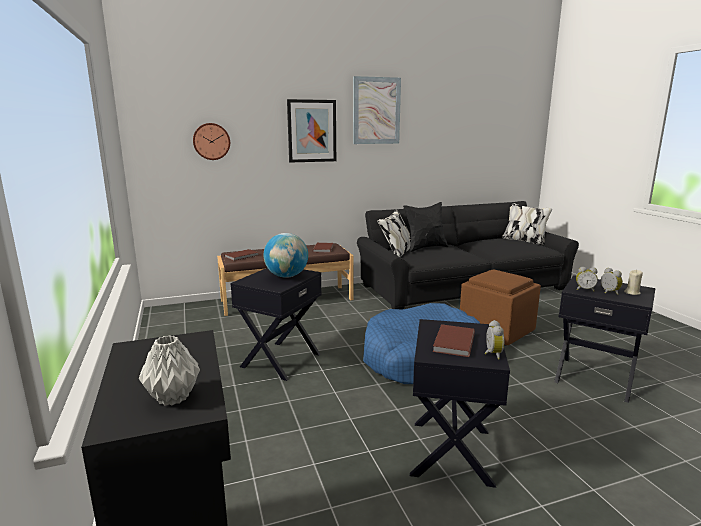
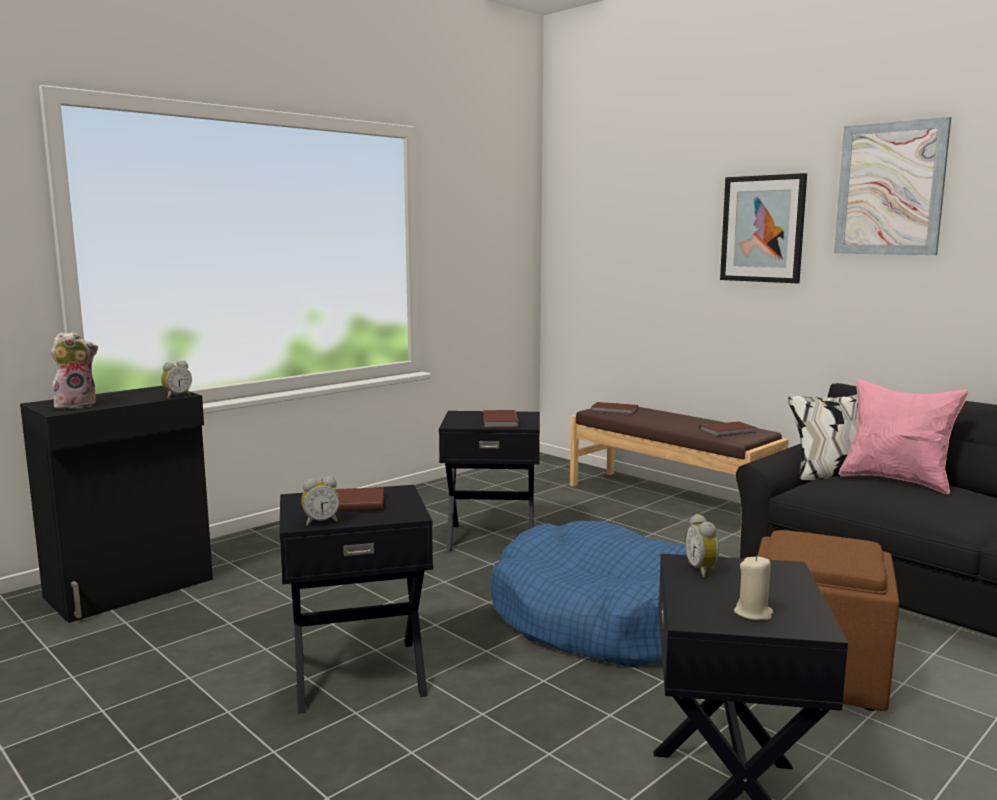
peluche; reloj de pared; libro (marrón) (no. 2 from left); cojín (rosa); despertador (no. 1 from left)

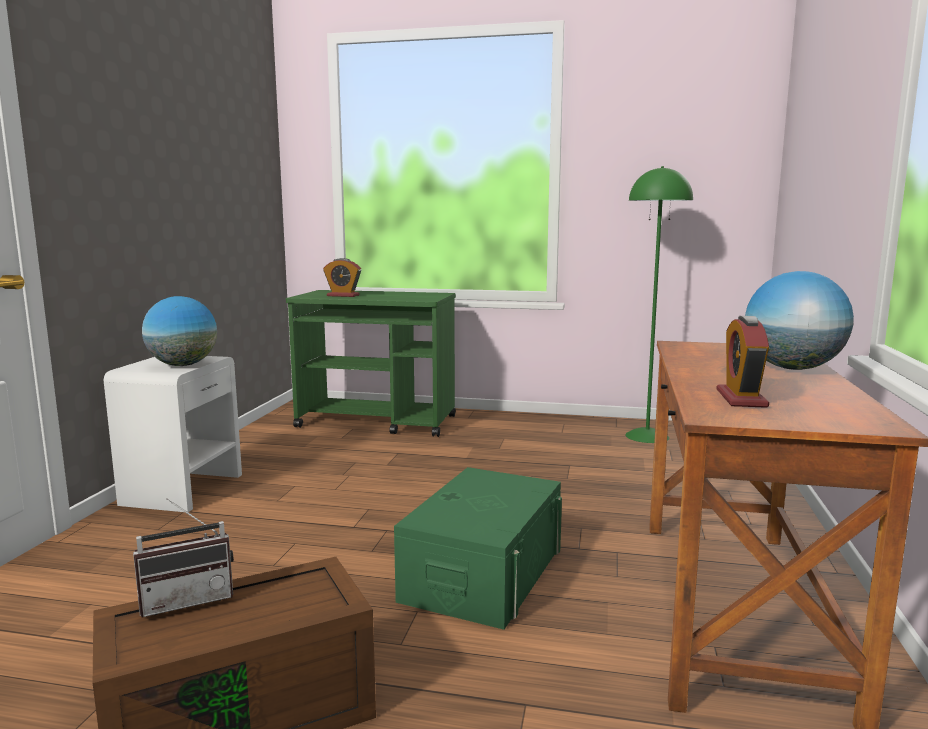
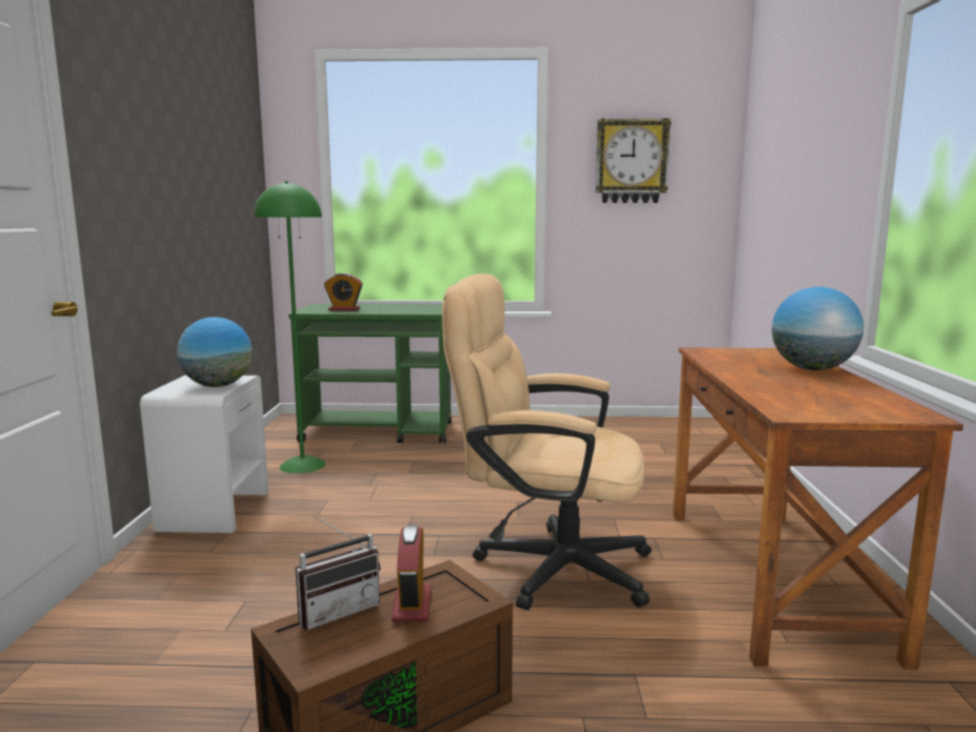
silla de oficina (beis); lámpara de pie (verde); despertador (no. 2 from left); reloj de pared

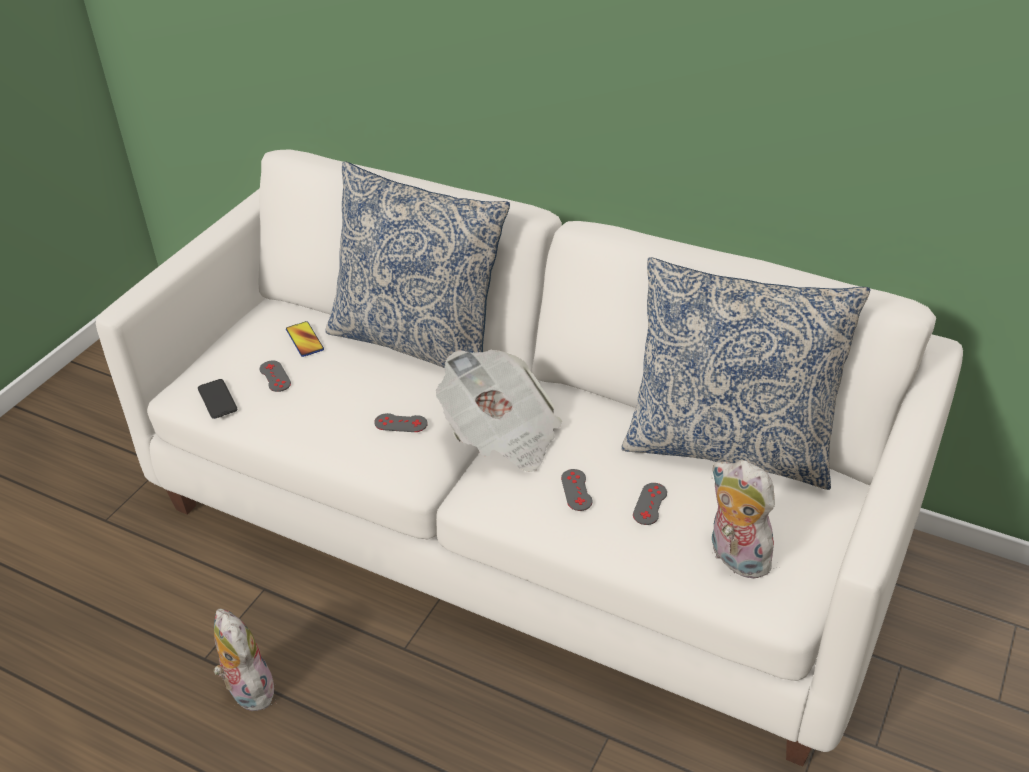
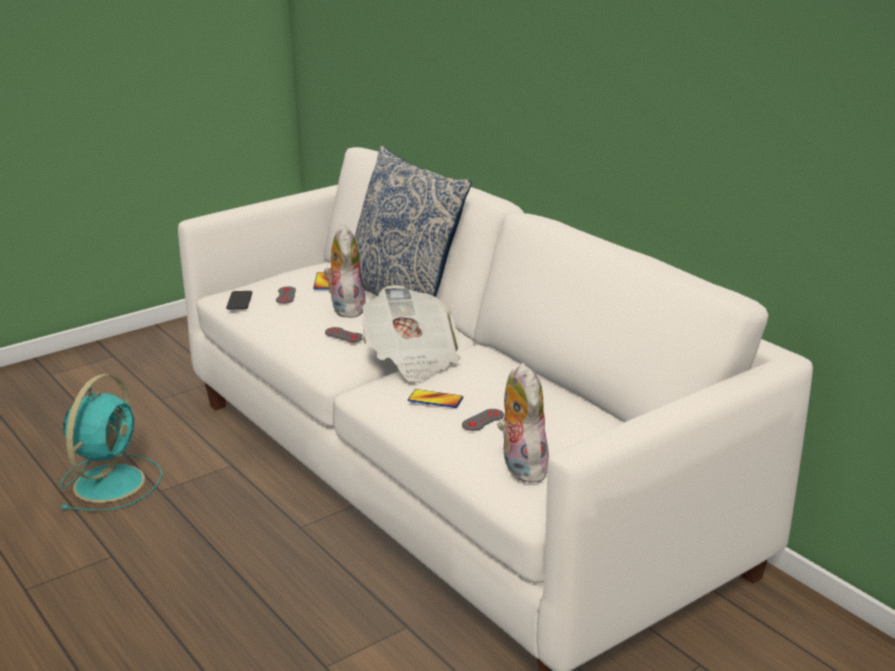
peluche (no. 1 from left); móvil (no. 3 from left); cojín (no. 2 from left in the first image); ventilador (turquesa)

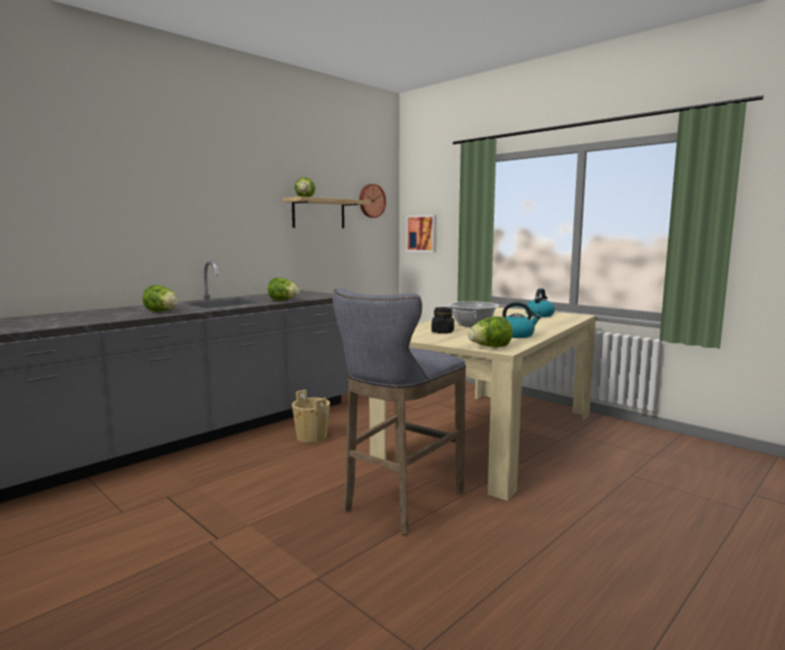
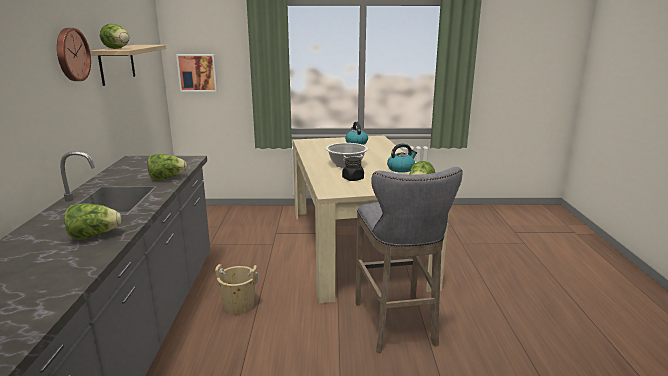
reloj de pared

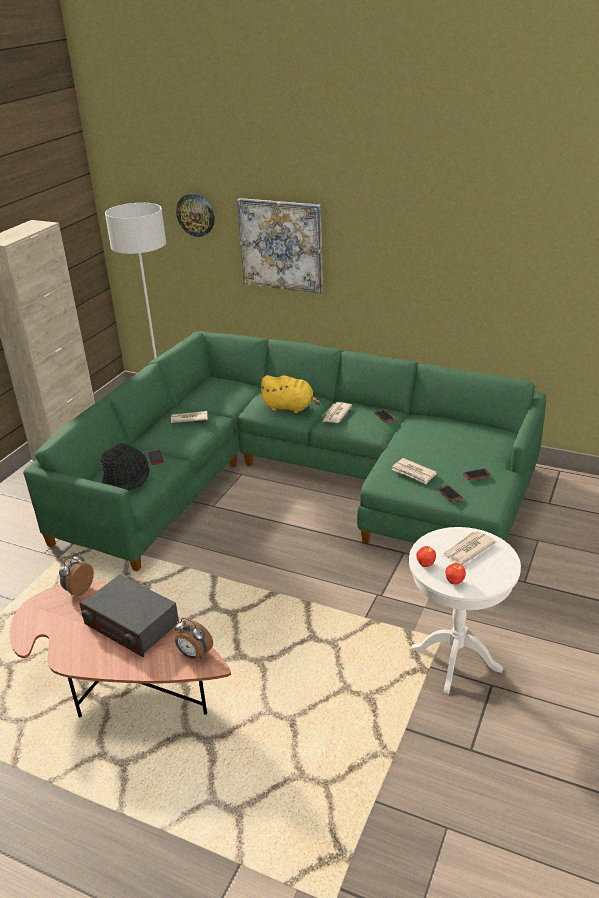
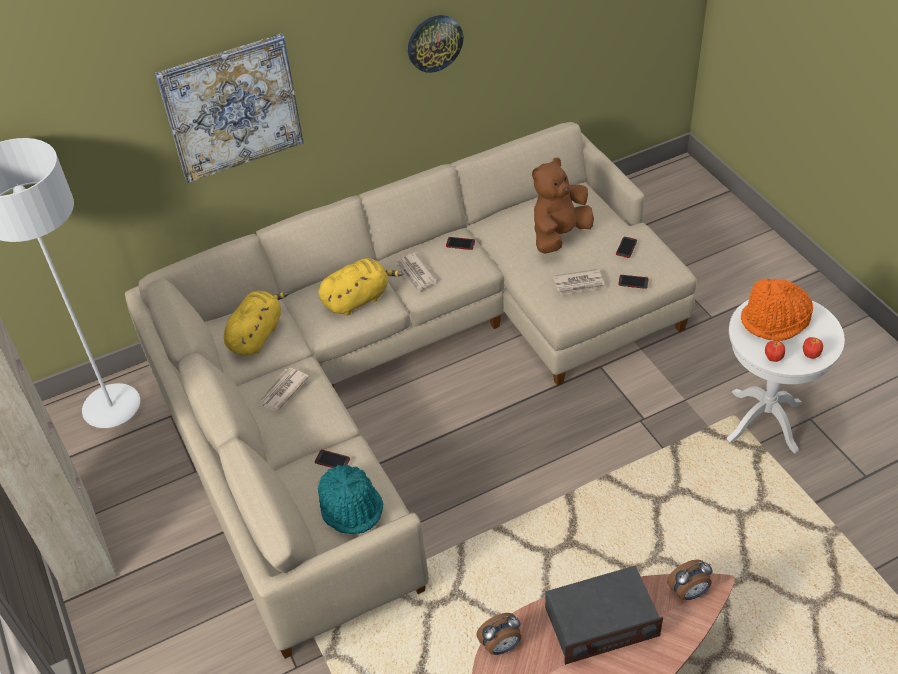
sofá (beis); despertador (no. 1 from left); sombrero (turquesa); reloj de pared; sombrero (naranja); peluche (amarillo) (no. 1 from left); peluche (marrón)

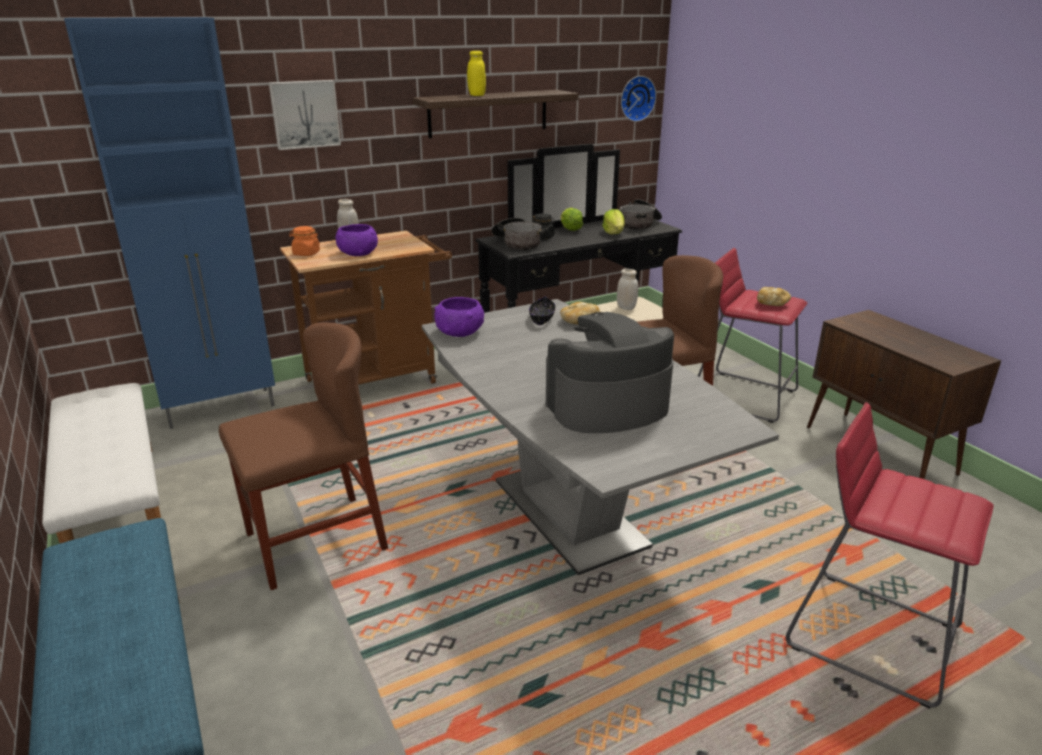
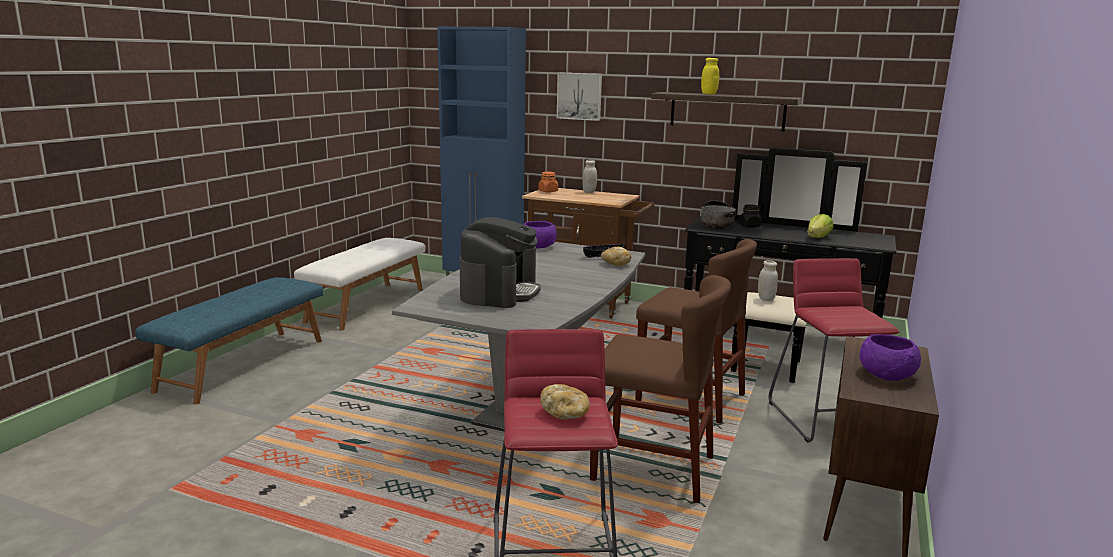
silla (marrón) (no. 1 from left); cuenco (morado) (no. 2 from left); cafetera; lechuga (no. 1 from left in the first image); olla (no. 2 from left in the first image); reloj de pared; pan (no. 1 from left)

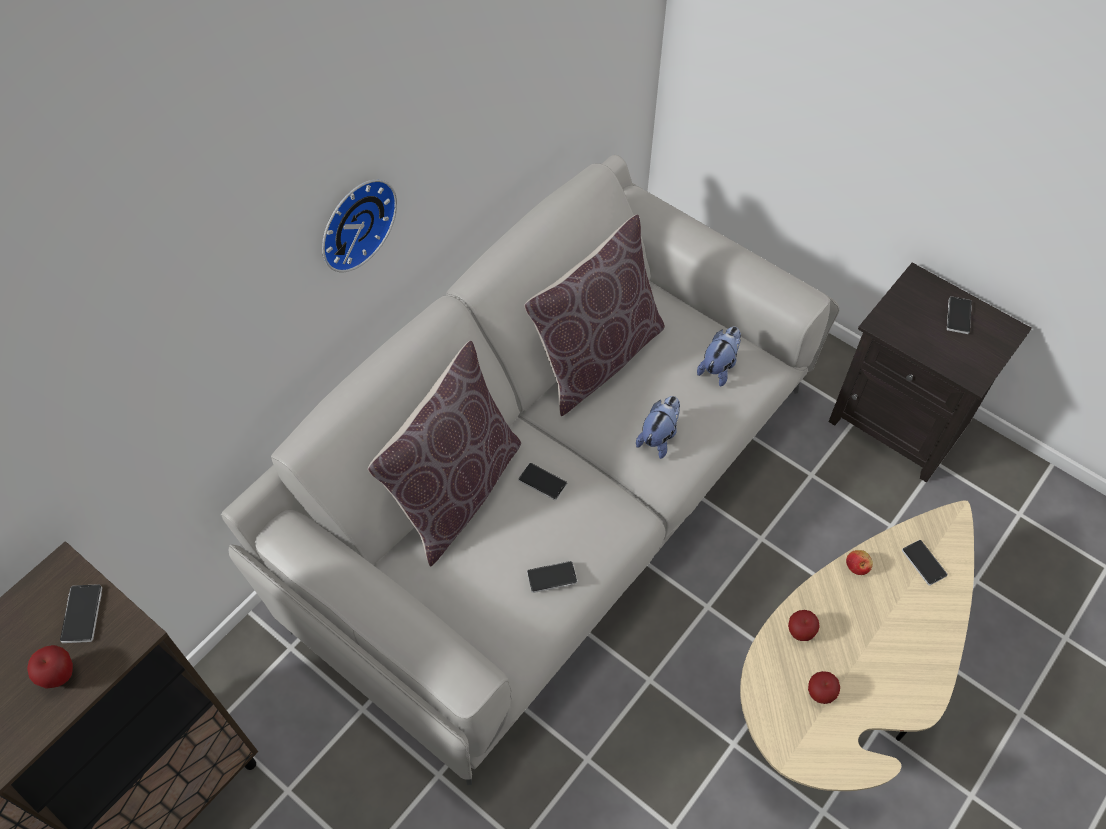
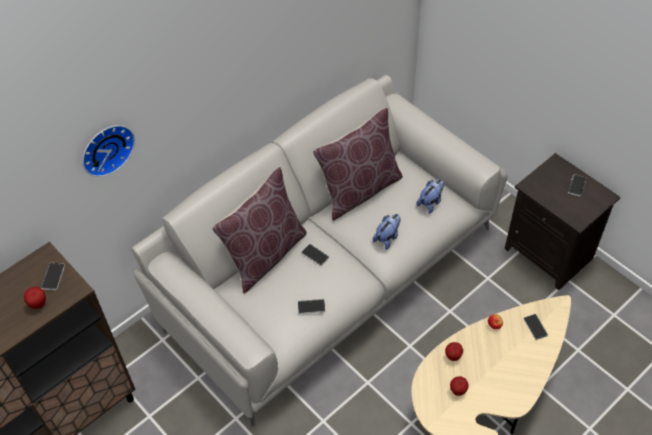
reloj de pared

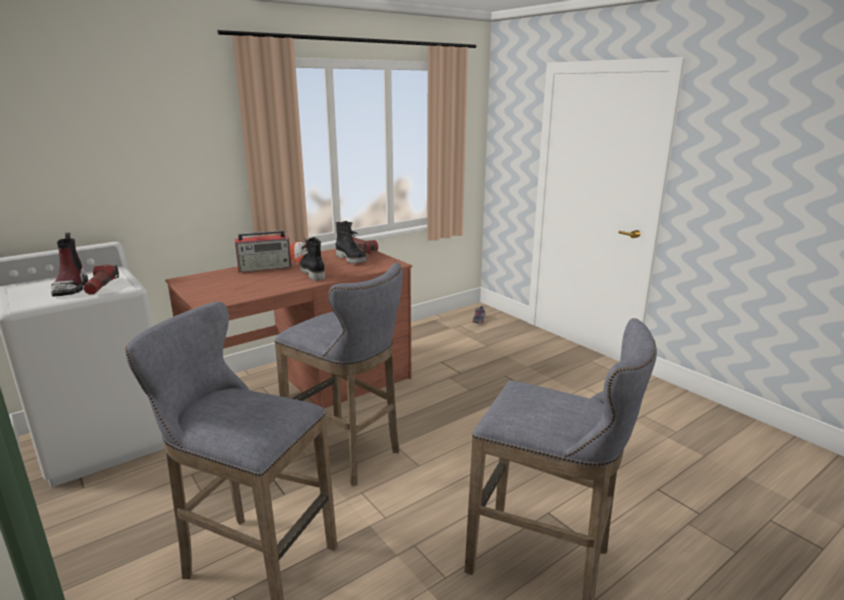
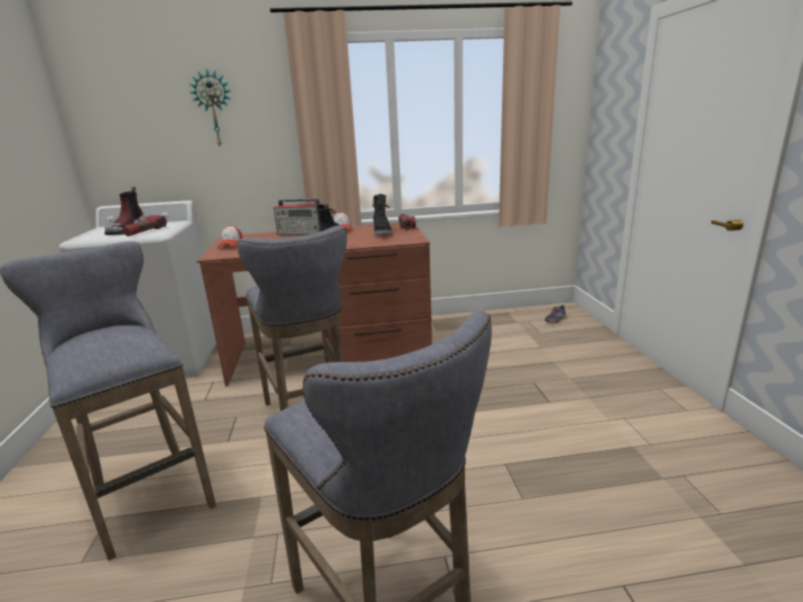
reloj de pared; gorra (no. 1 from left)

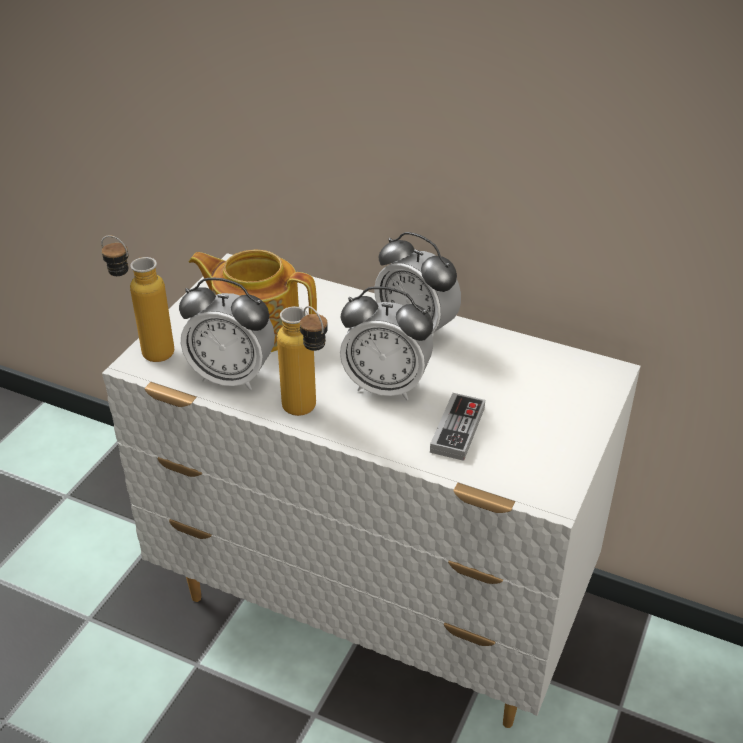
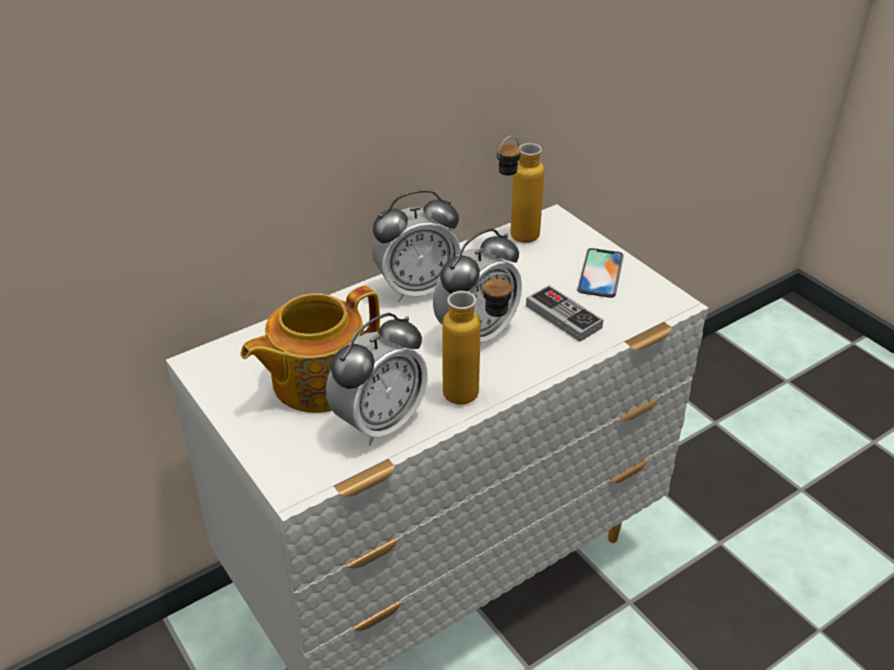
botella (no. 2 from left); móvil

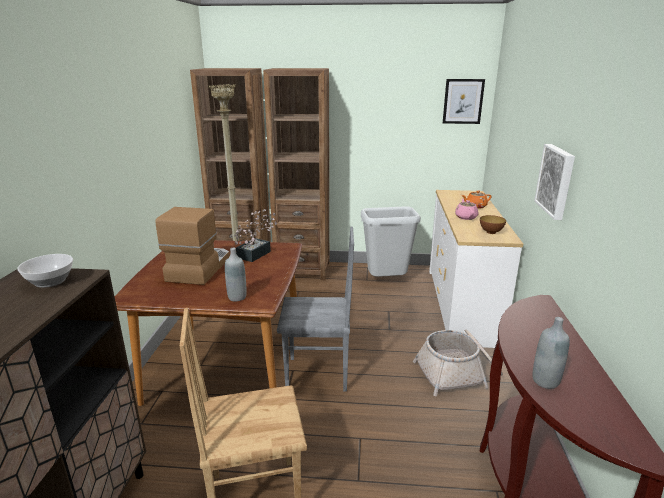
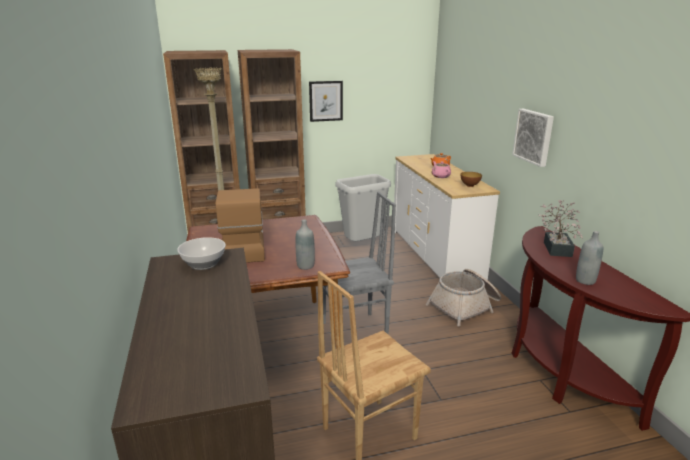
planta en maceta; cuadro (no. 1 from left)

